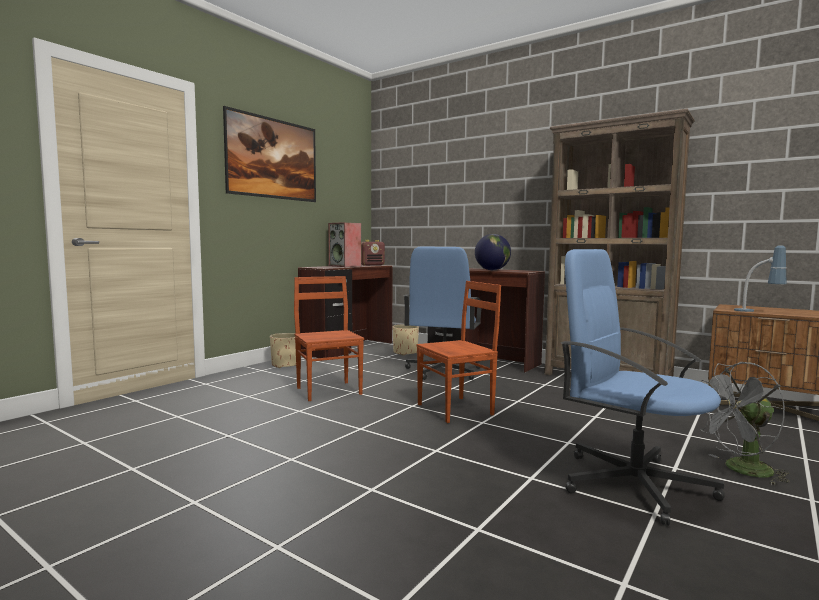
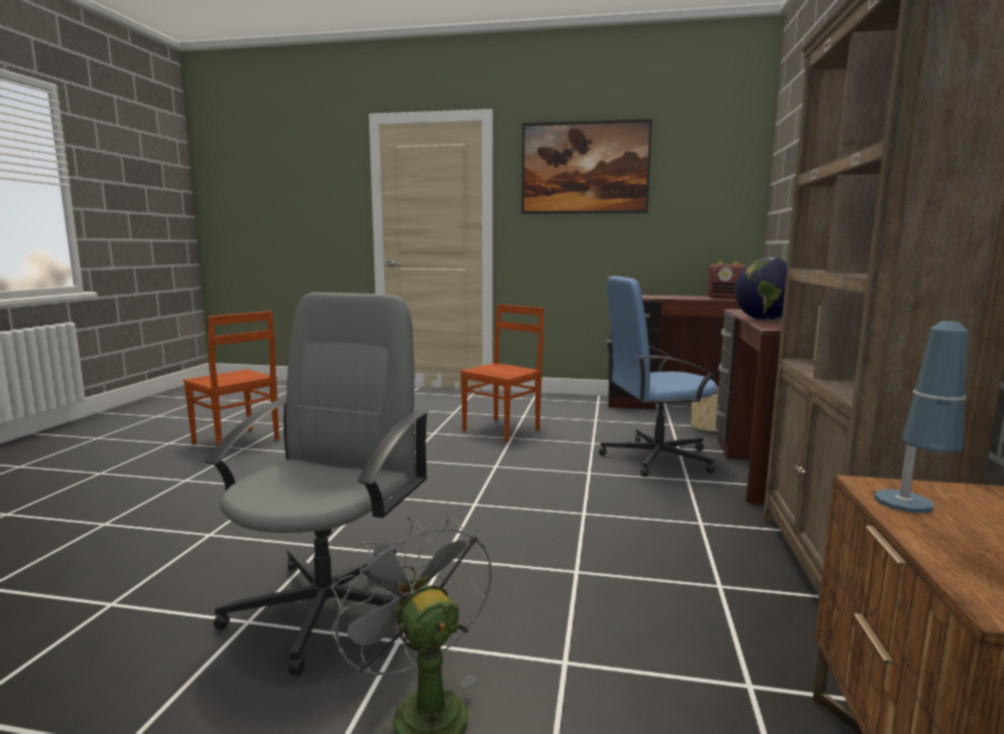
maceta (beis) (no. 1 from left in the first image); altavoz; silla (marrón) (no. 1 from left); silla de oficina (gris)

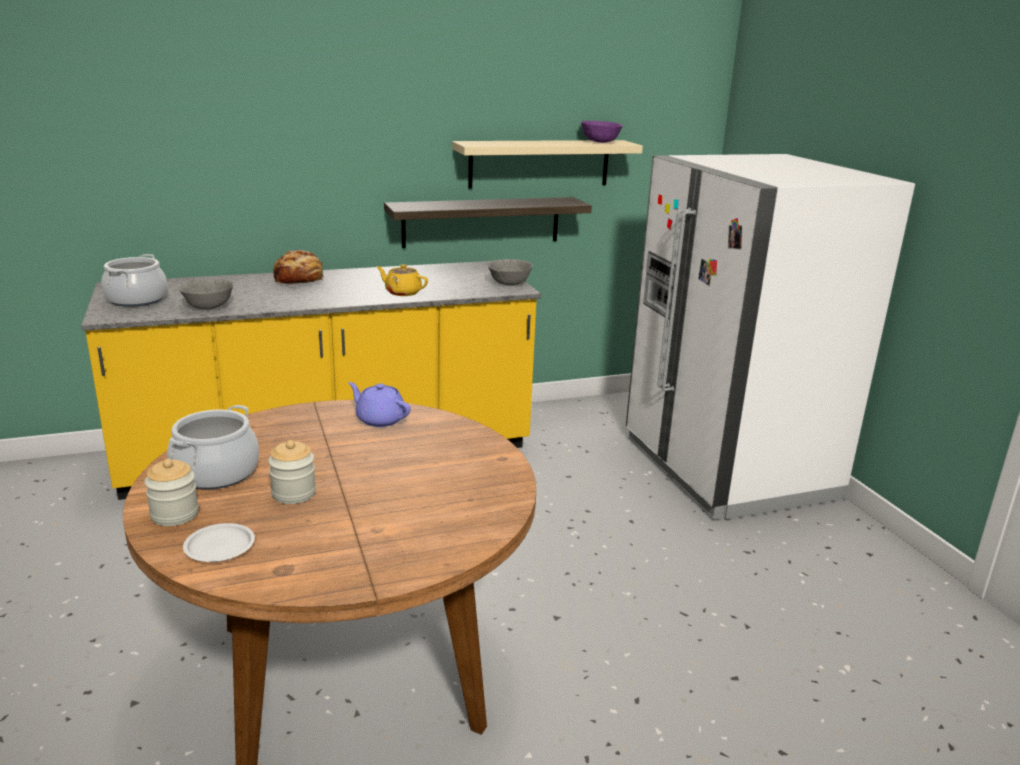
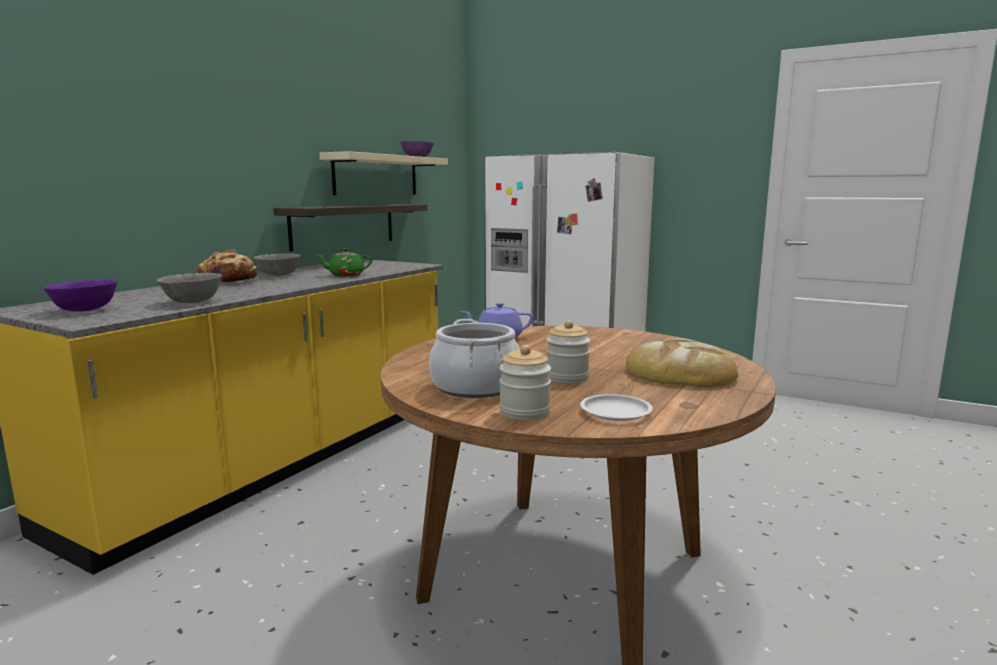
cuenco (morado) (no. 1 from left); tetera (verde); cuenco (gris) (no. 2 from left); pan (no. 2 from left)

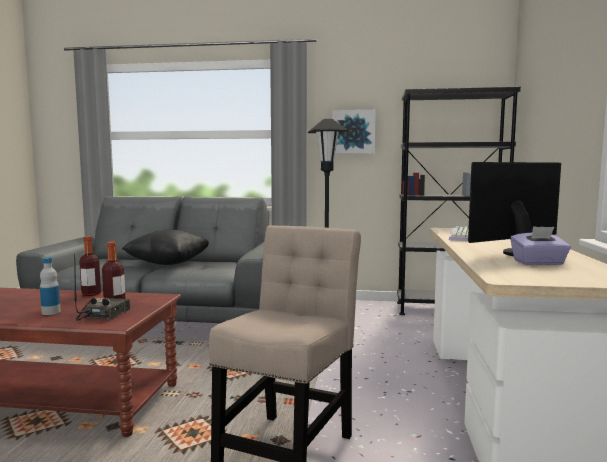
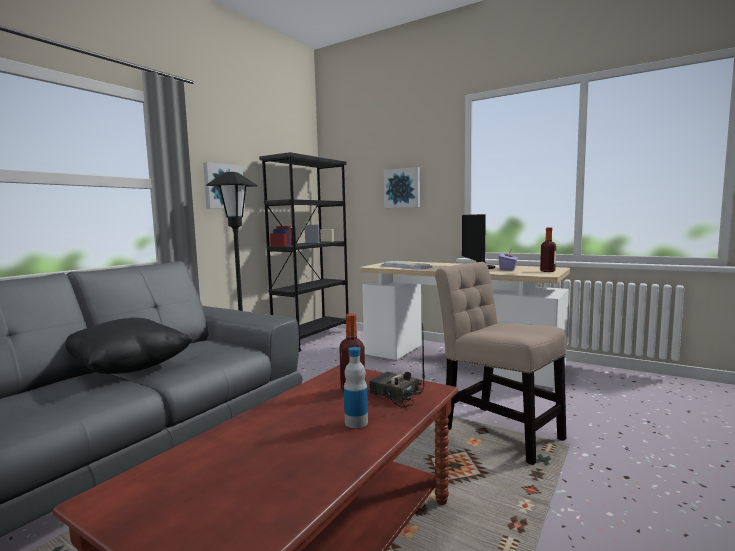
botella (no. 3 from left); cuadro (no. 2 from left)

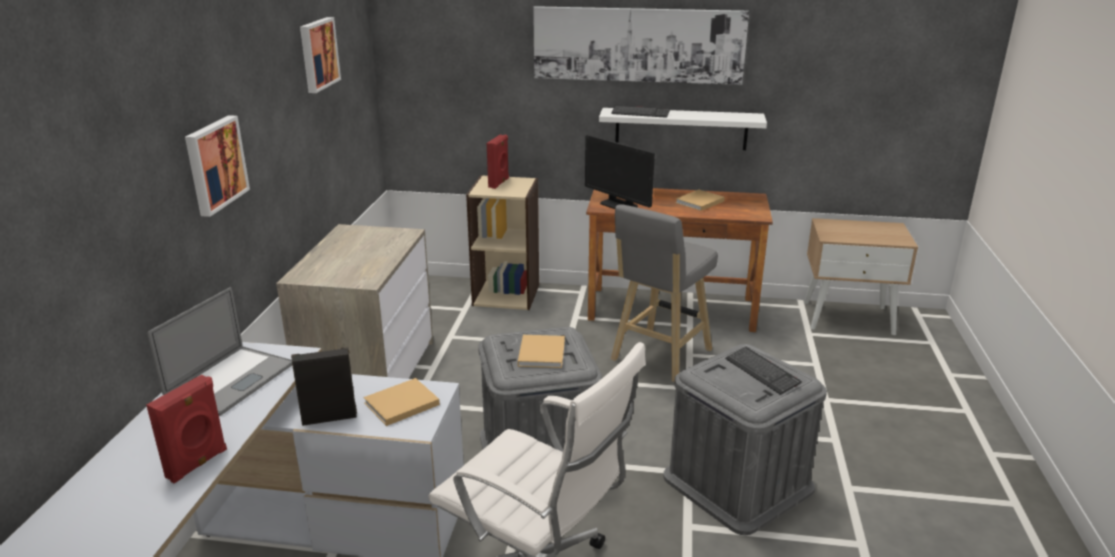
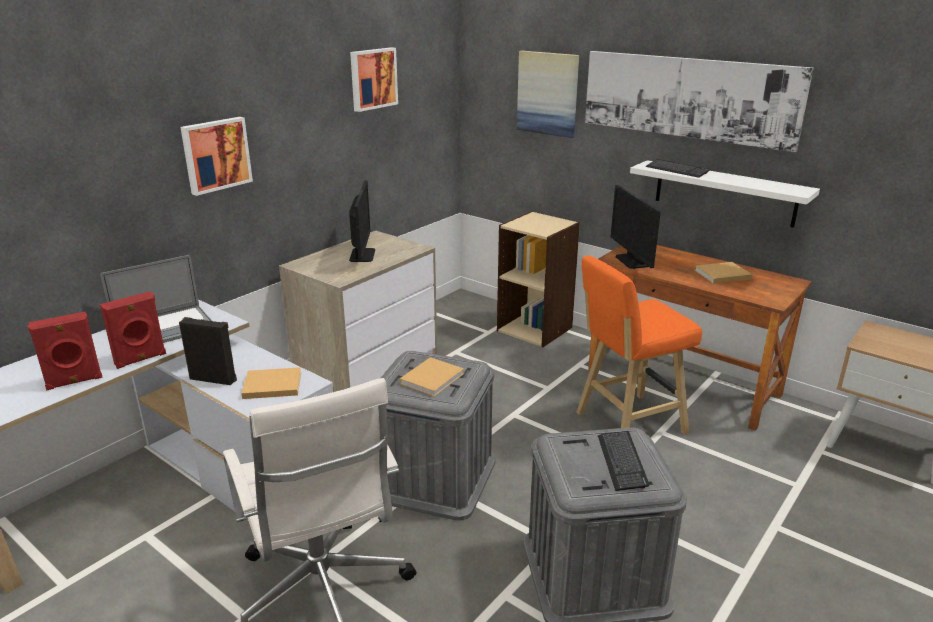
altavoz (rojo) (no. 2 from left); taburete (naranja); monitor (no. 1 from left); cuadro (no. 3 from left)

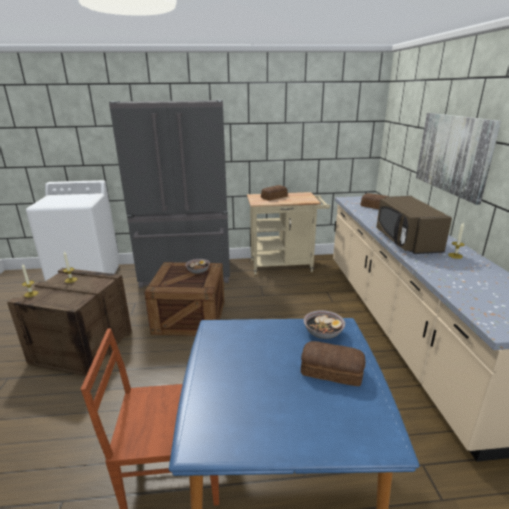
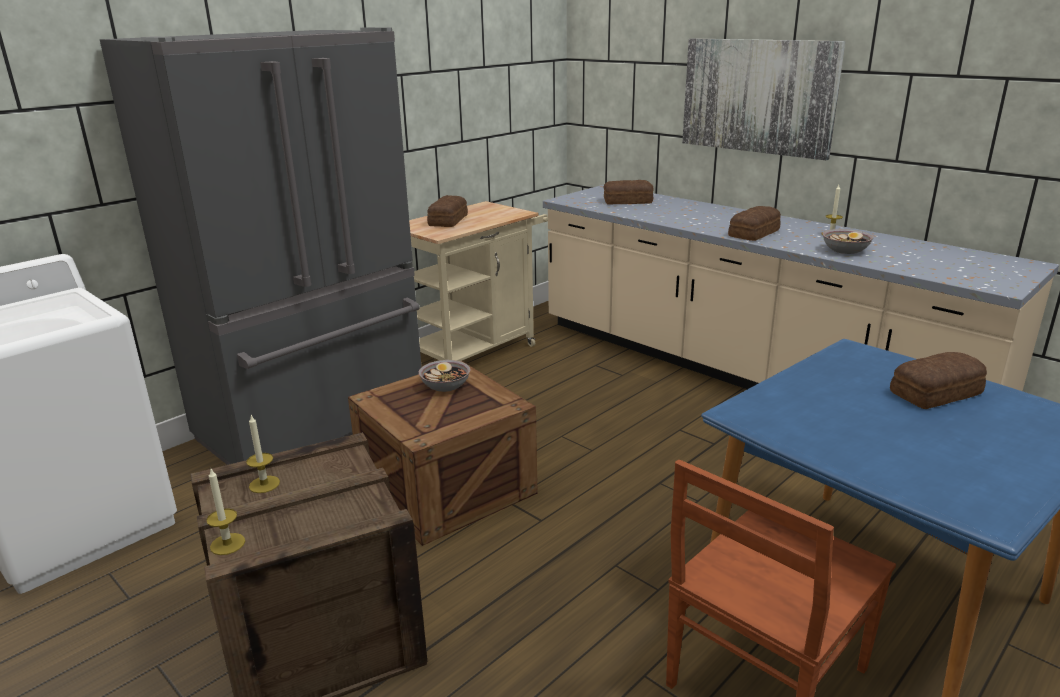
cuenco (no. 2 from left); pan (no. 3 from left)

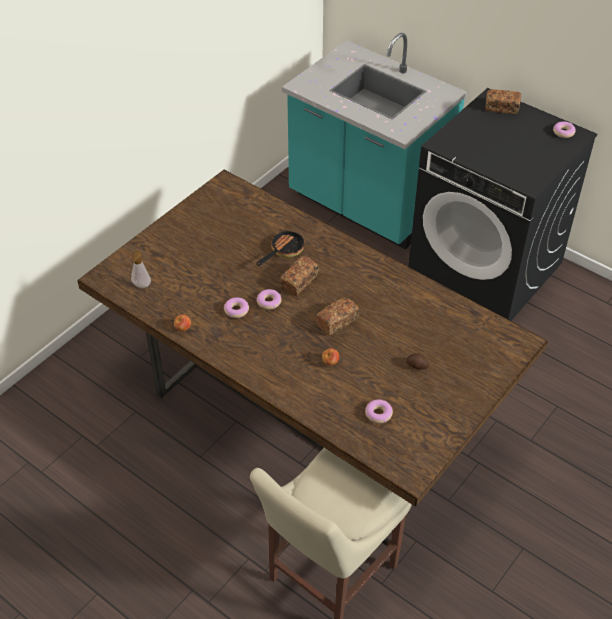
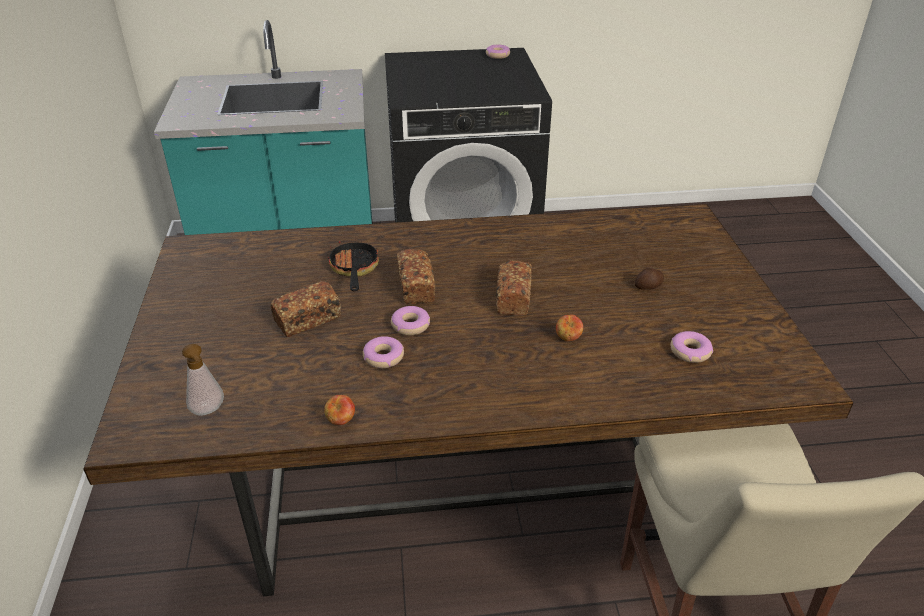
pan (no. 1 from left)

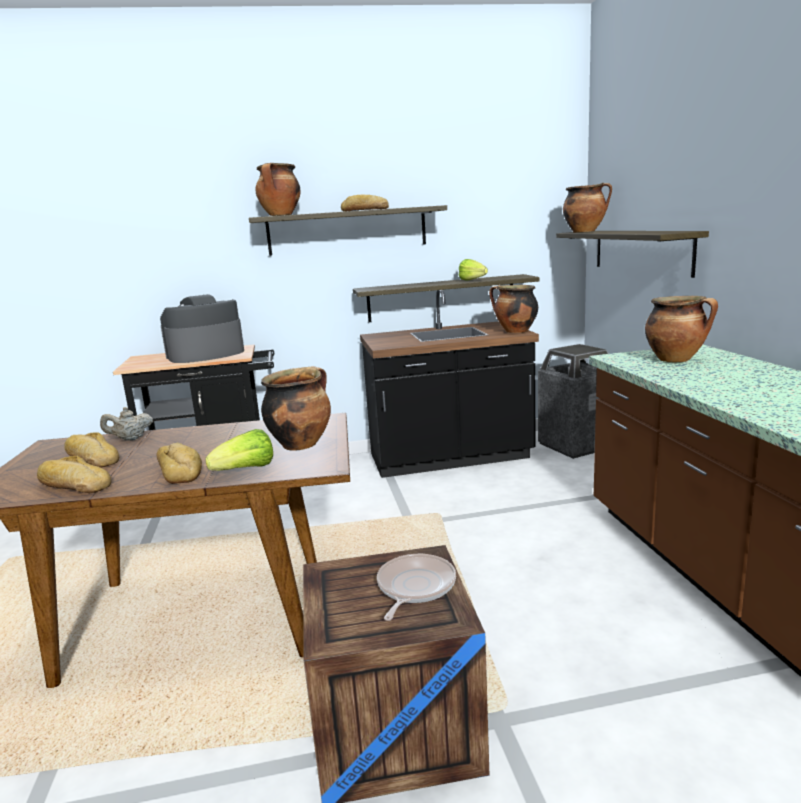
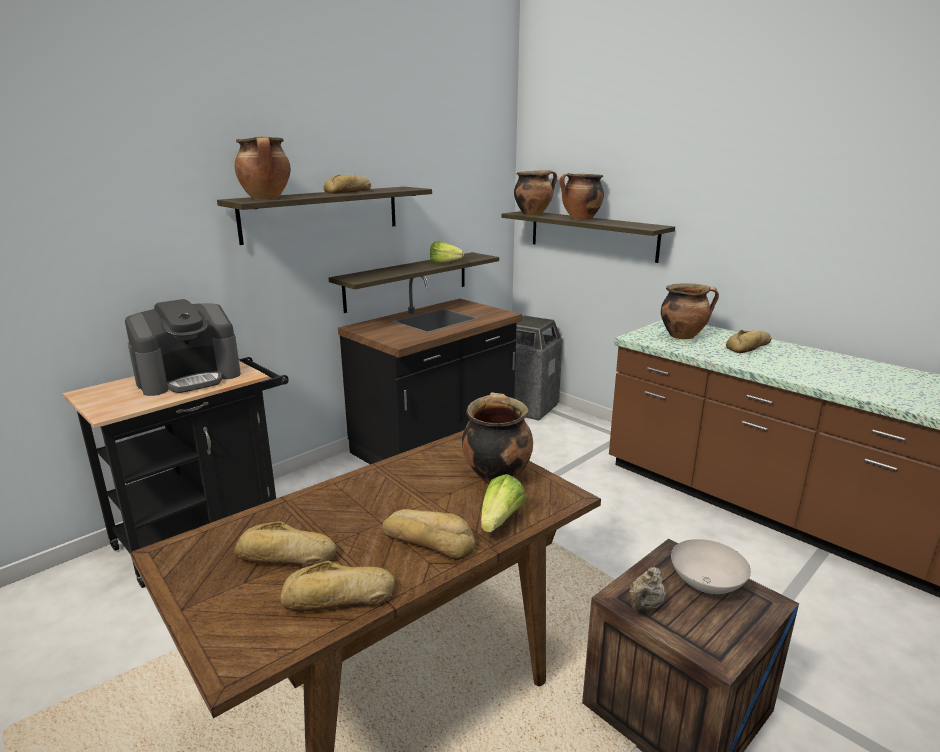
tetera (beis); cafetera; cuenco (blanco); olla (no. 4 from left); pan (no. 5 from left)

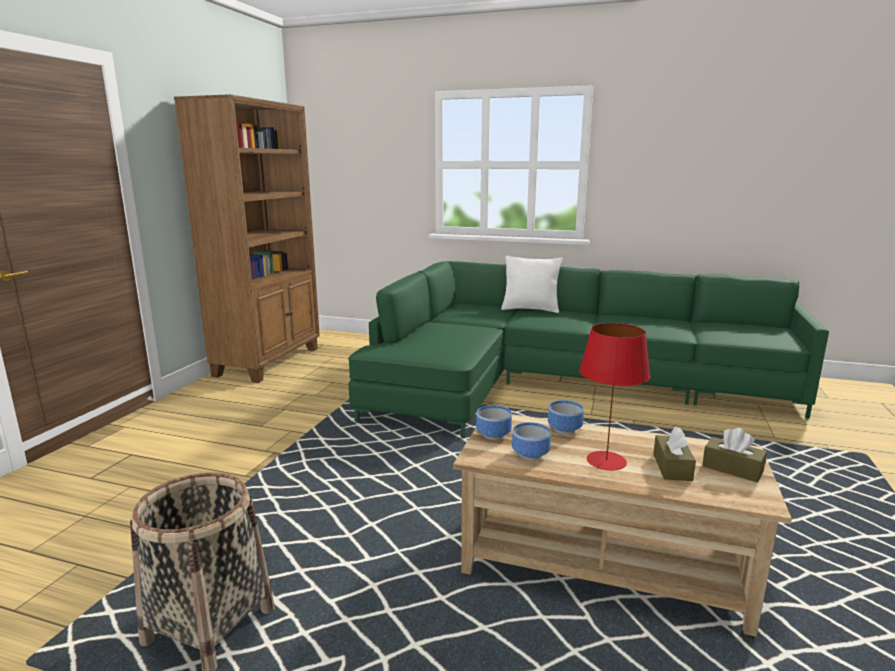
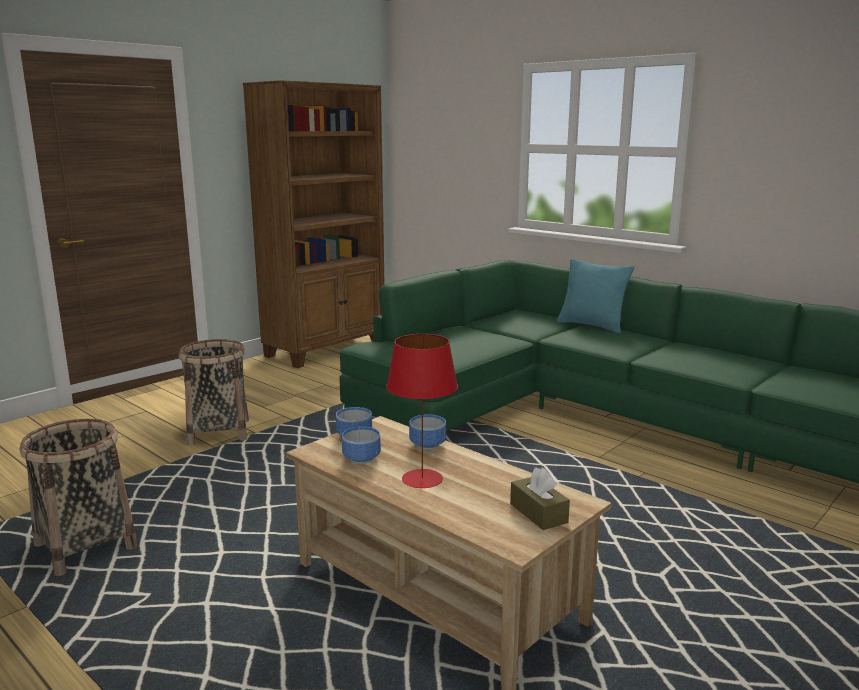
cojín (turquesa); caja de pañuelos (marrón) (no. 1 from left in the first image); cesta (no. 2 from left)

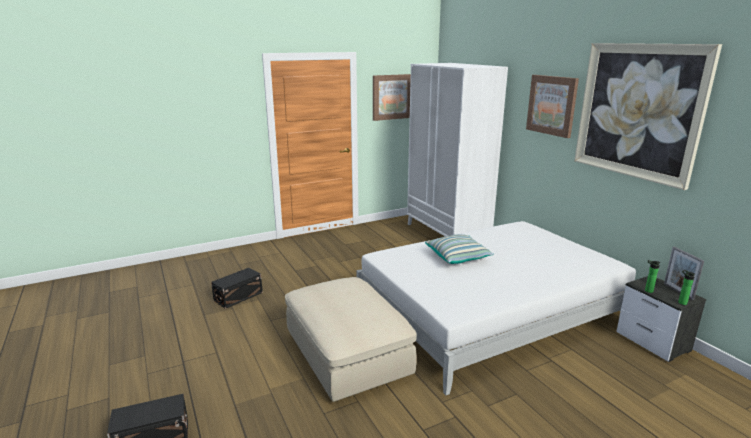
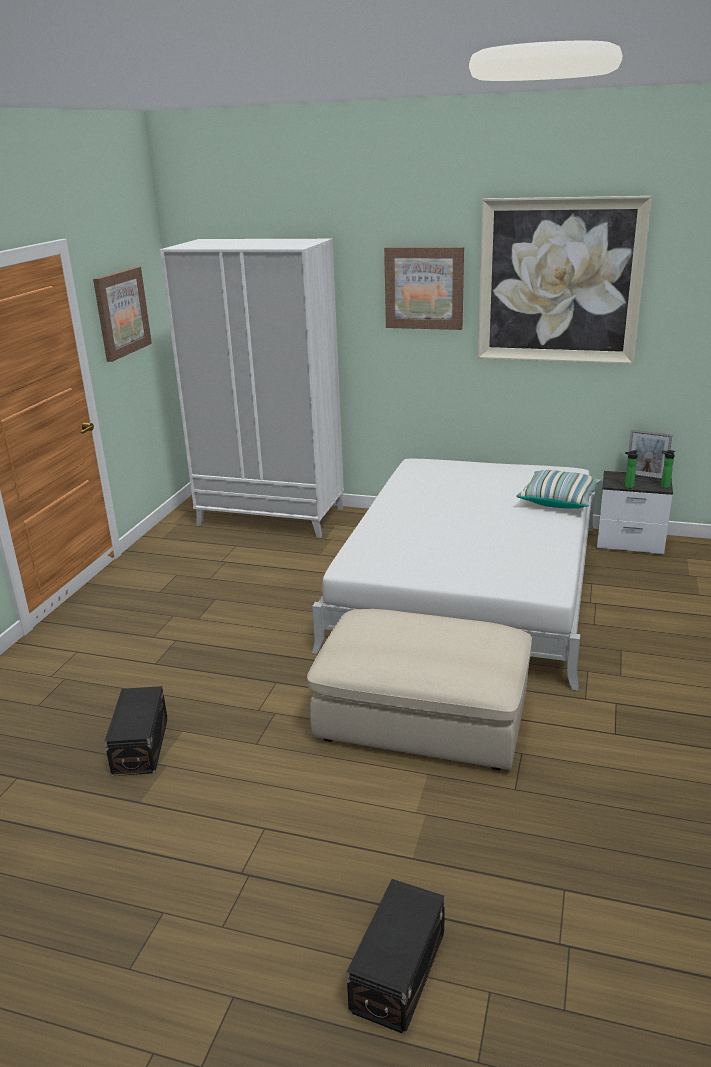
cojín

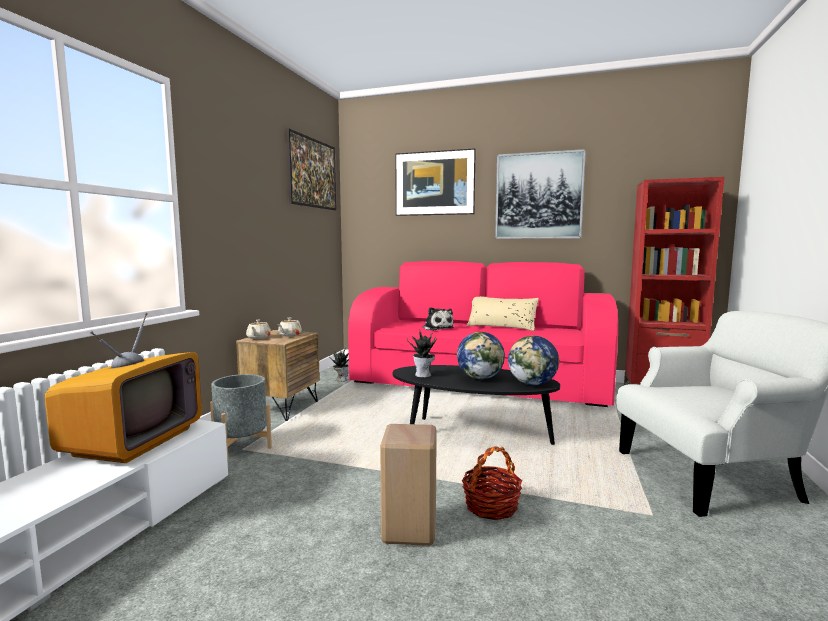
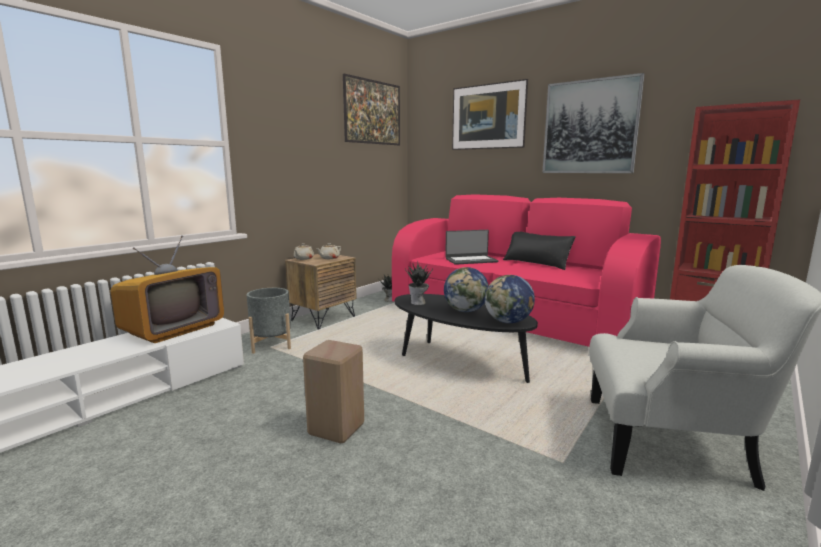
portátil; cesta; cojín (negro)

